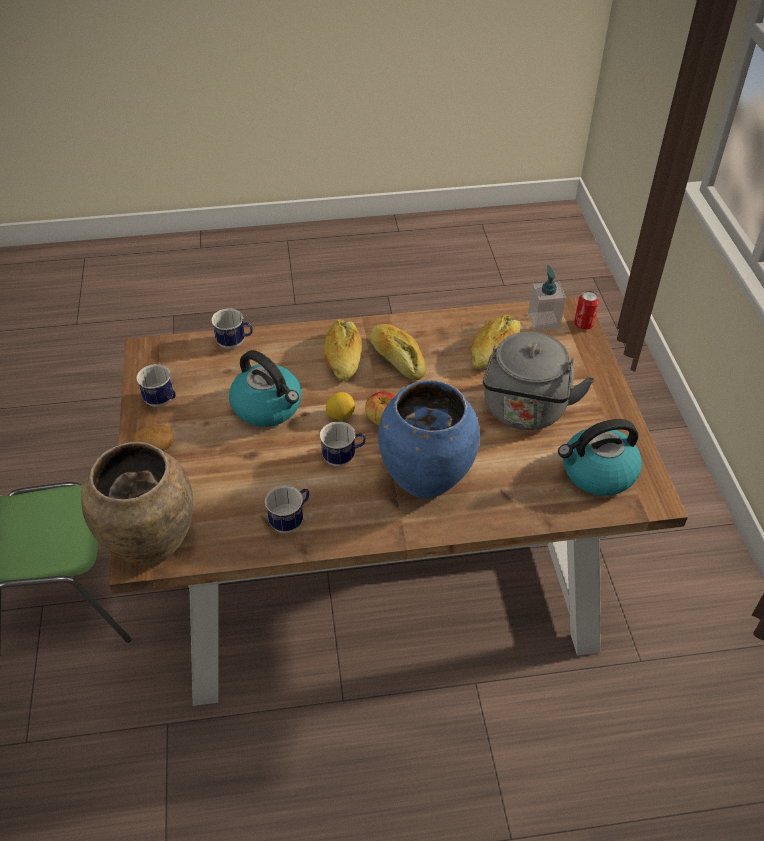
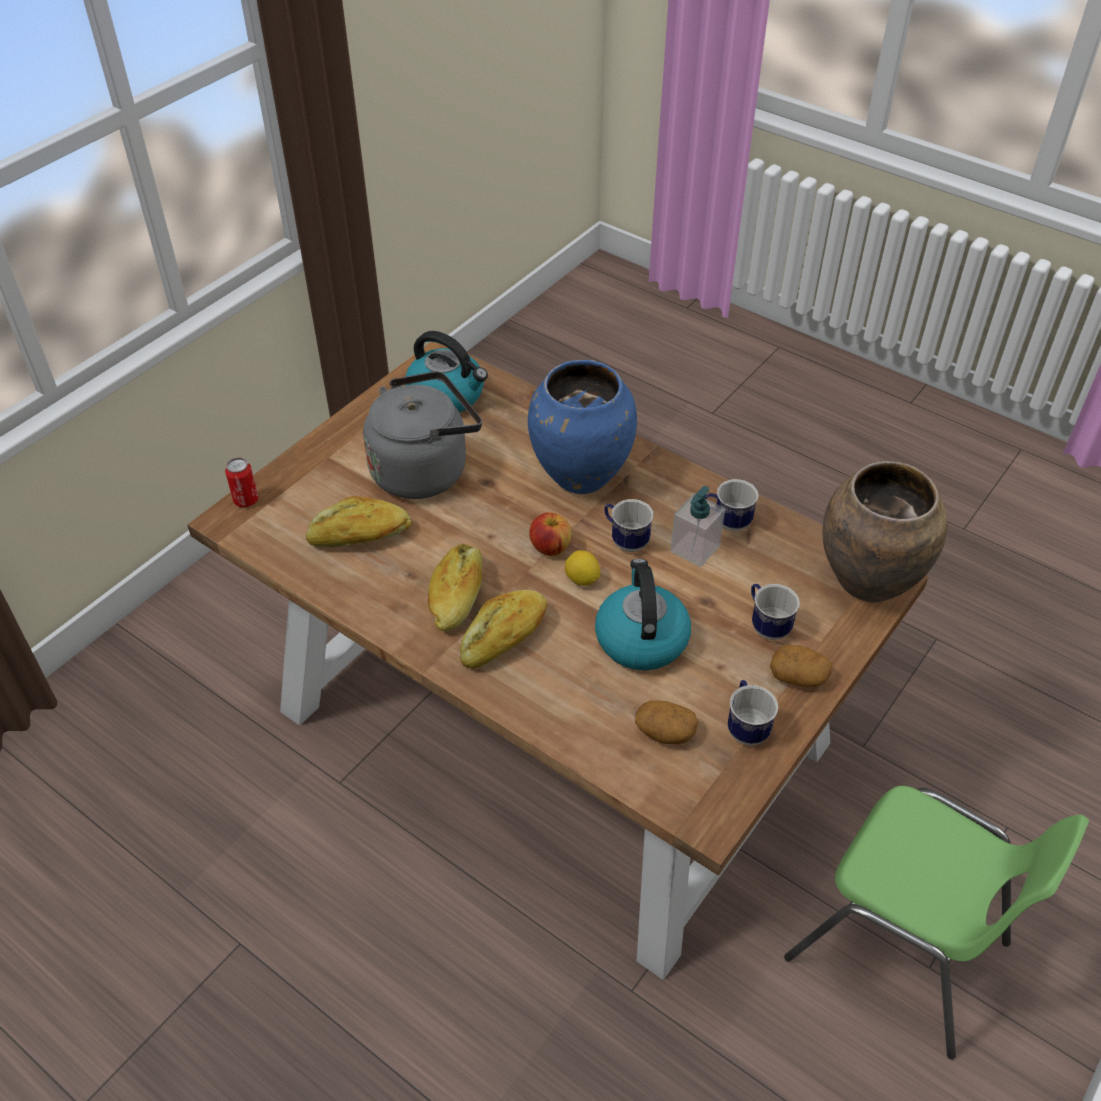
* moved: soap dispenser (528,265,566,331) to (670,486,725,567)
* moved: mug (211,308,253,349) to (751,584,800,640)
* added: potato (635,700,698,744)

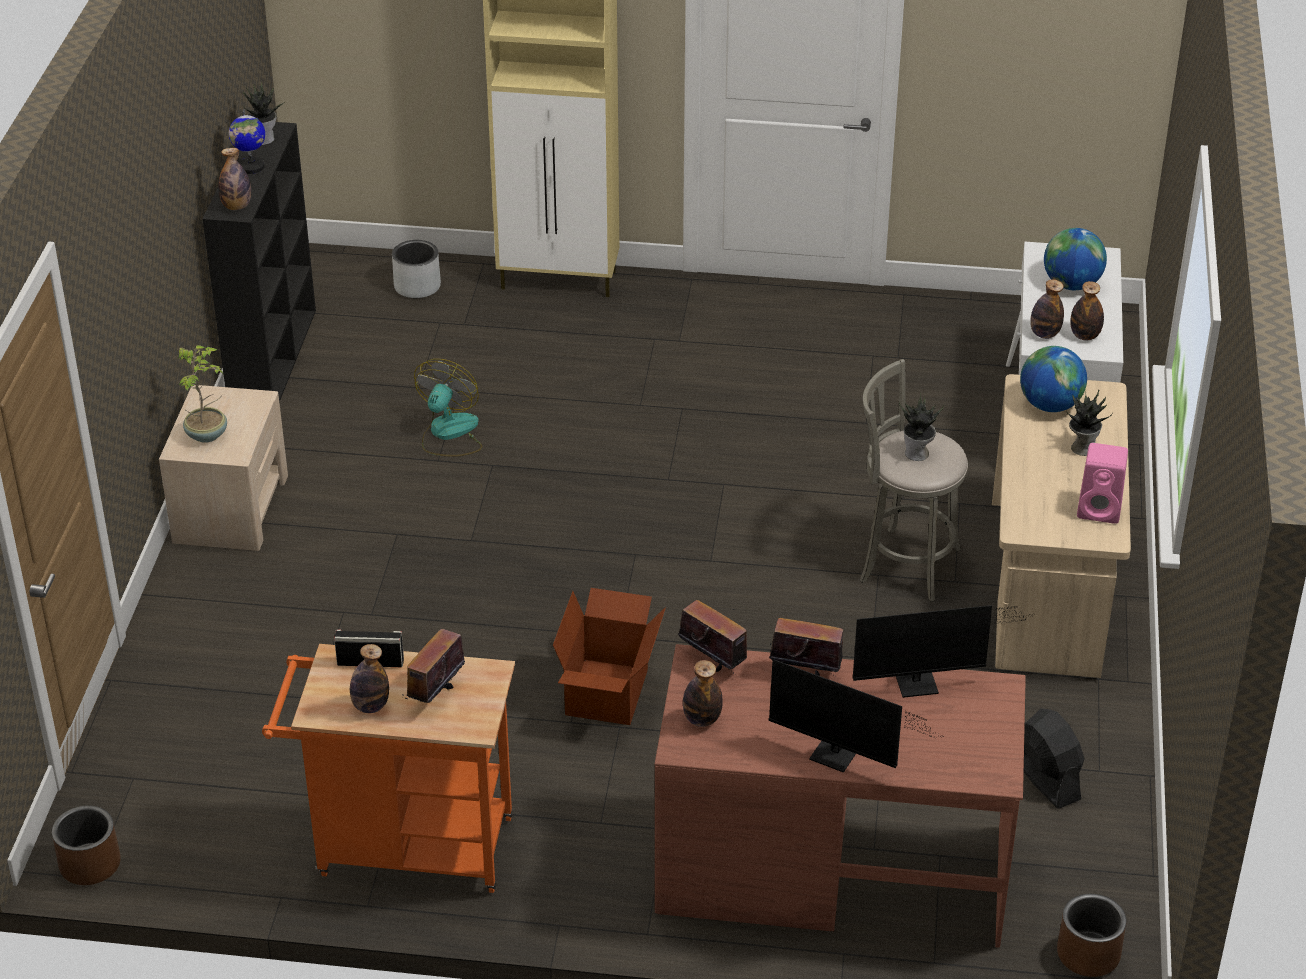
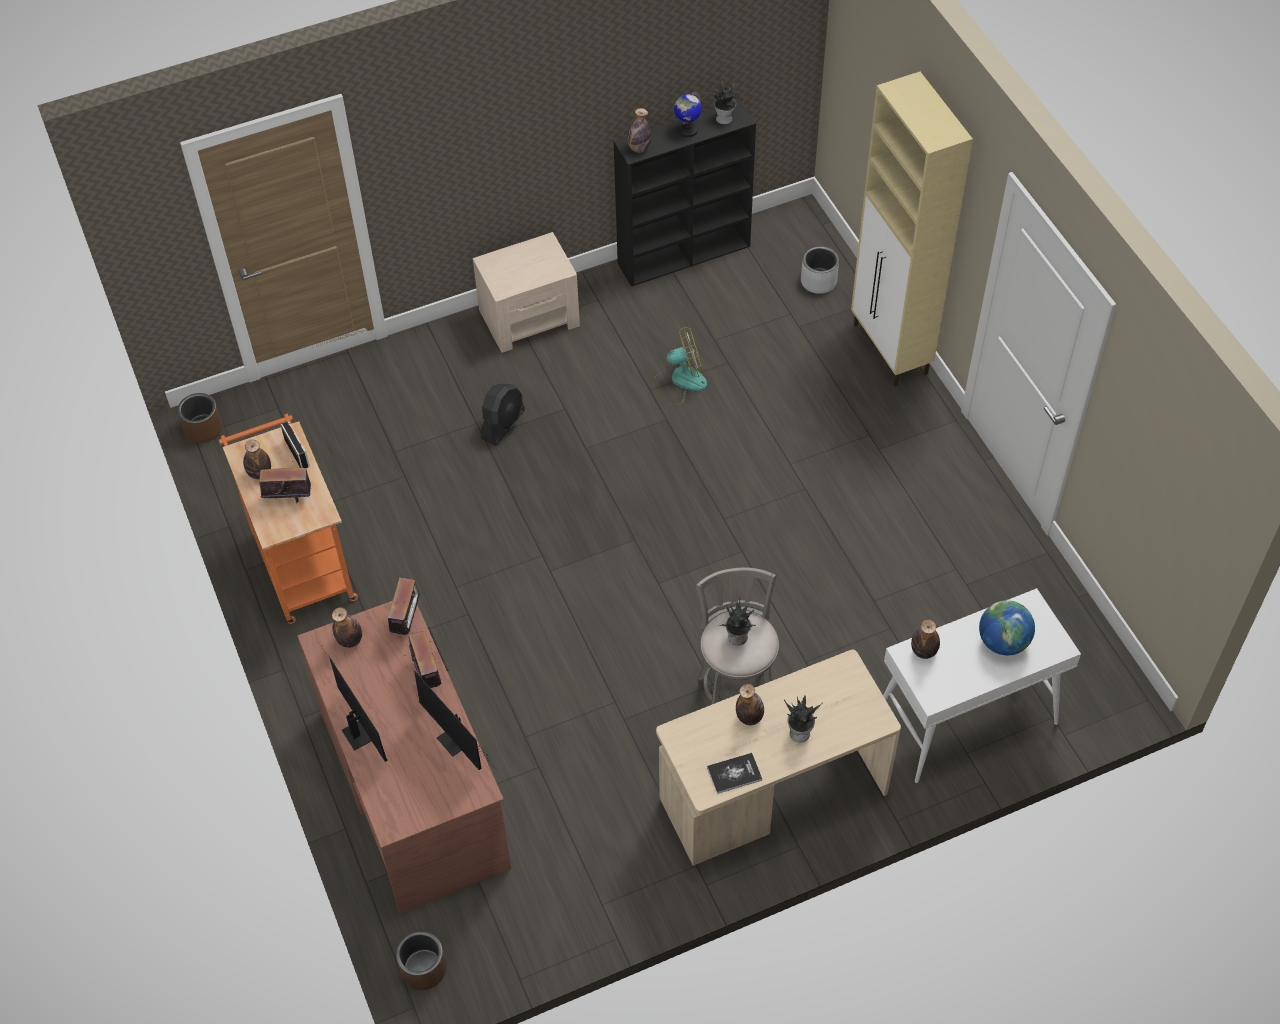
* moved: bottle (1070,281,1104,341) to (736,684,764,725)
* removed: potted plant (178,345,227,443)
* removed: globe (1020,346,1087,412)
* replaced: pink speaker (1077,443,1128,524) to book (707,753,762,794)
* removed: cardboard box (553,588,666,725)
* turned: monitor (769,659,944,773) = (321,646,388,762) 150 degrees clockwise
* moved: black fan (1024,709,1085,809) to (481,384,525,446)

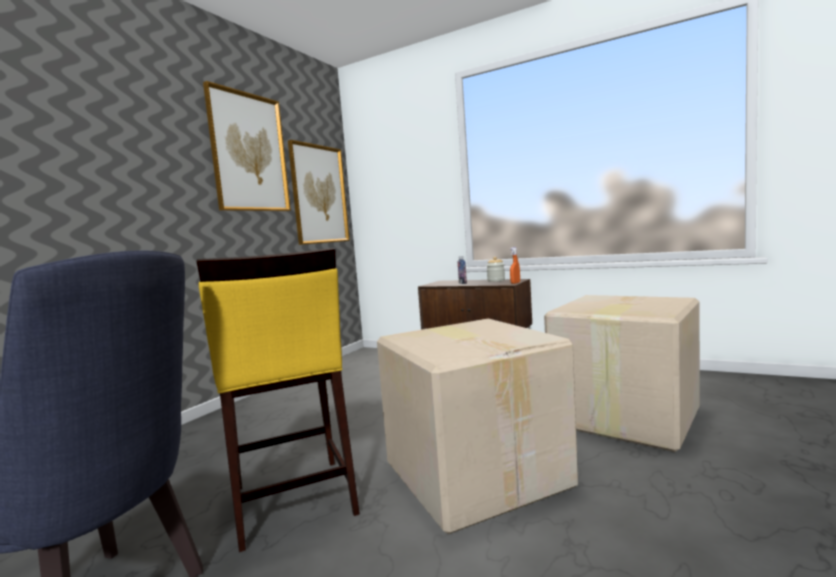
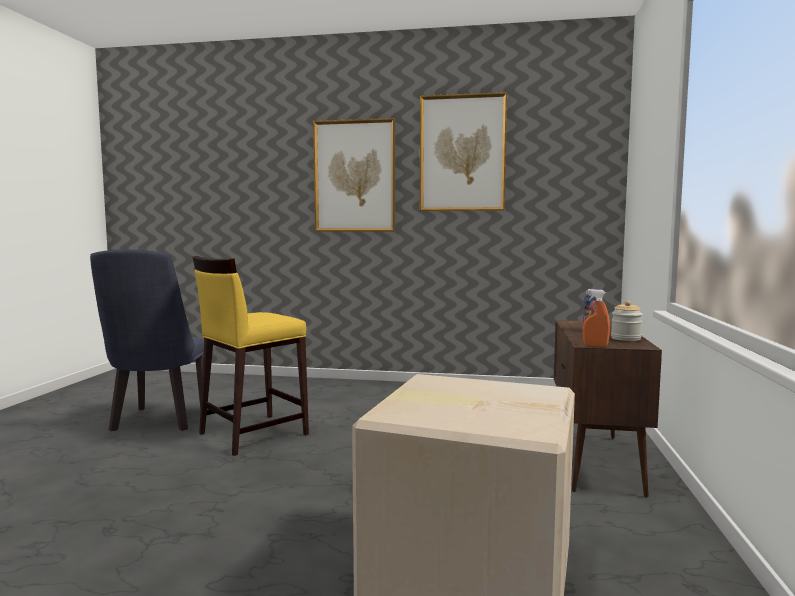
* moved: picture (288,140,350,245) to (313,118,395,231)
* removed: cardboard box (377,319,578,534)

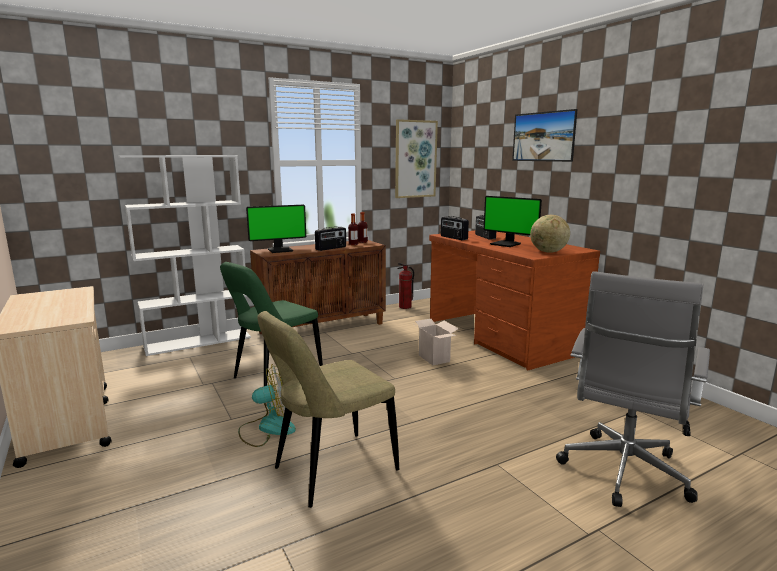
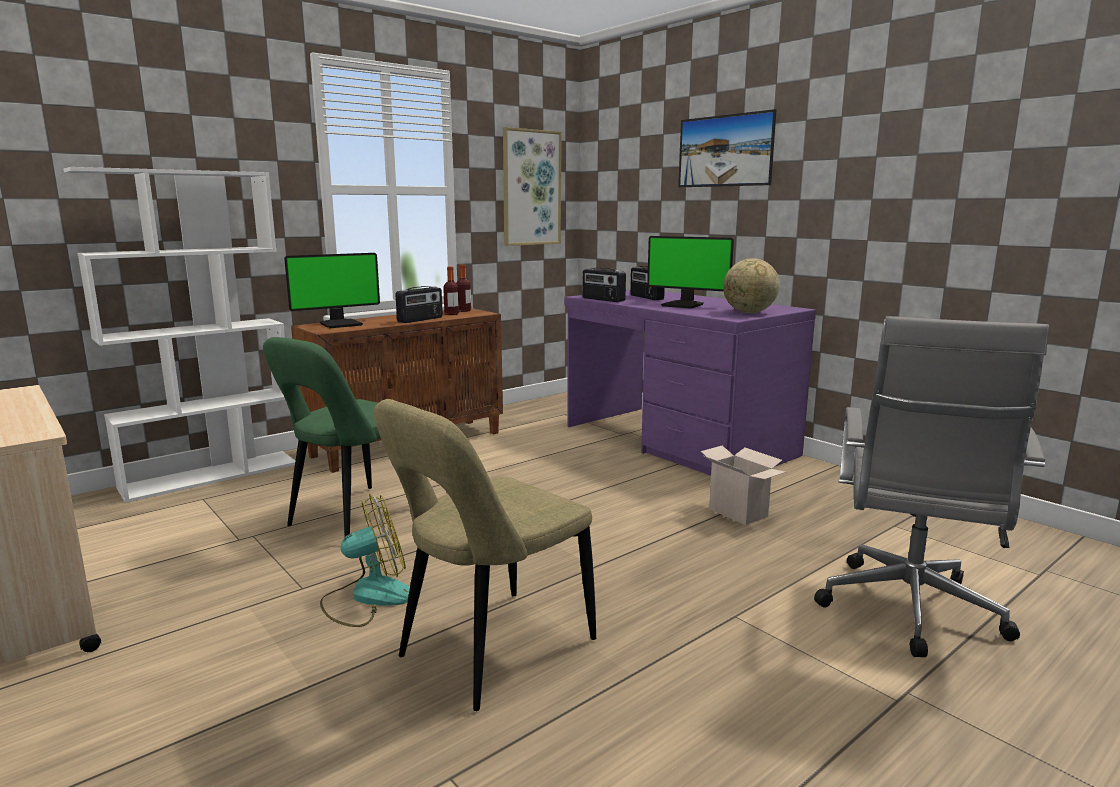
* recoloured: brown desk (429,231,600,370) to purple desk (564,290,816,476)
* removed: fire extinguisher (398,263,414,309)
* moved: cardboard box (412,319,459,365) to (701,445,786,525)

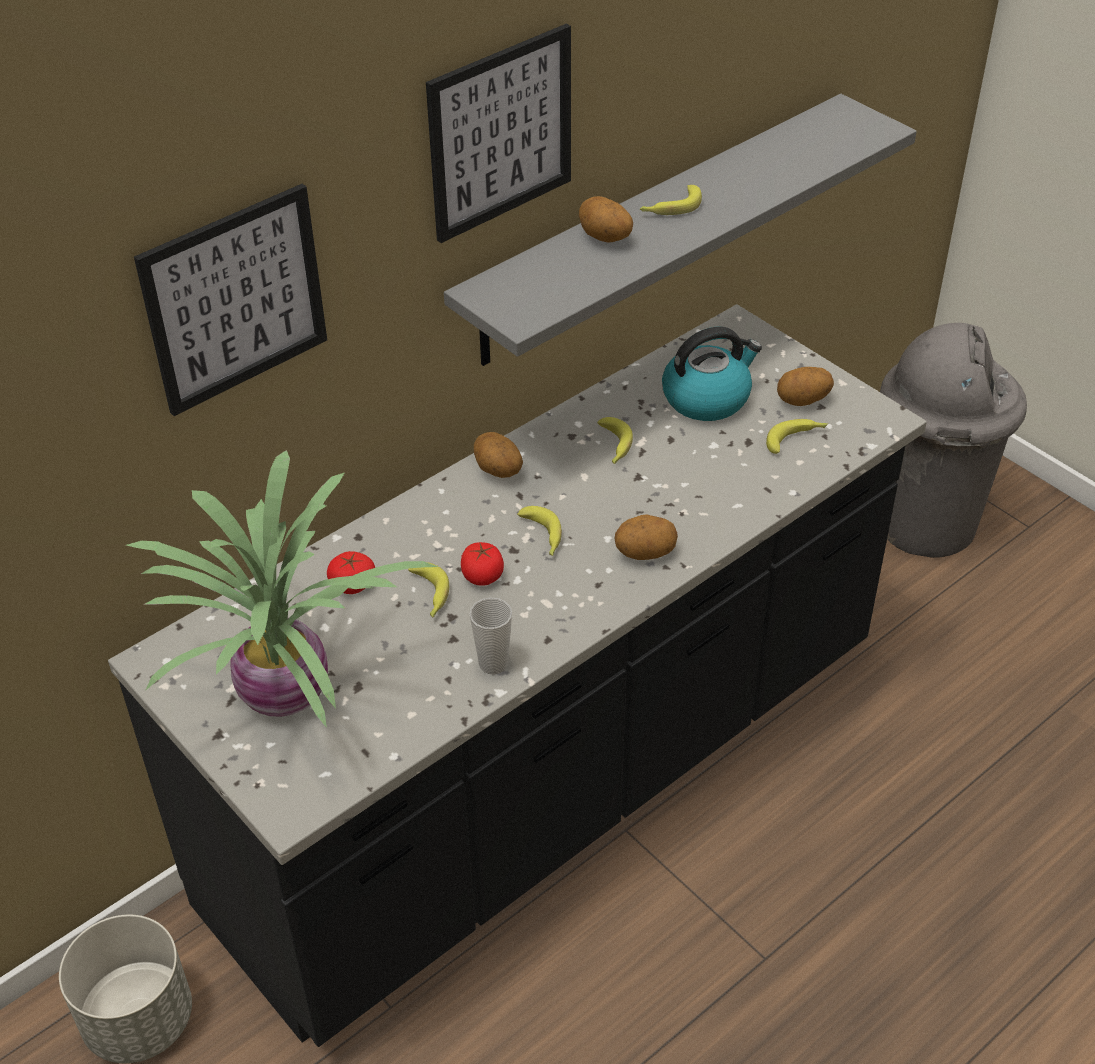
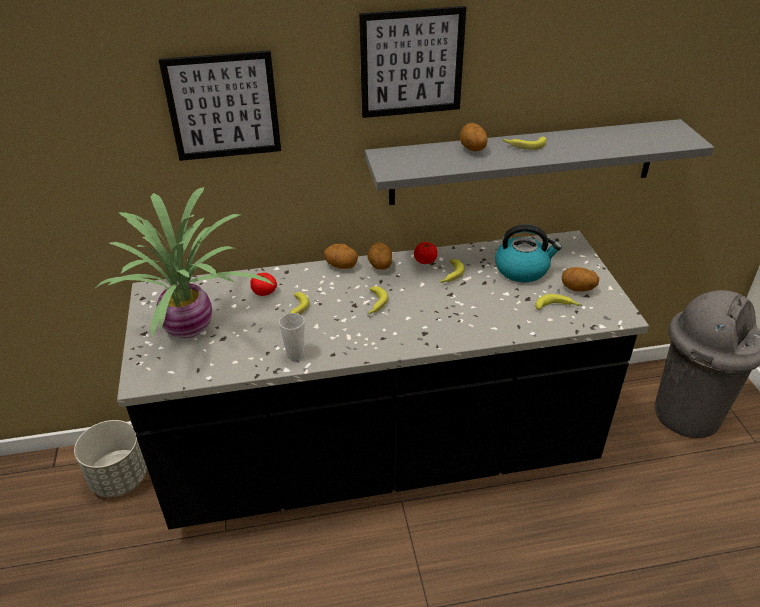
* moved: potato (614,514,678,560) to (324,244,358,269)
* moved: tomato (461,542,504,586) to (414,242,437,264)

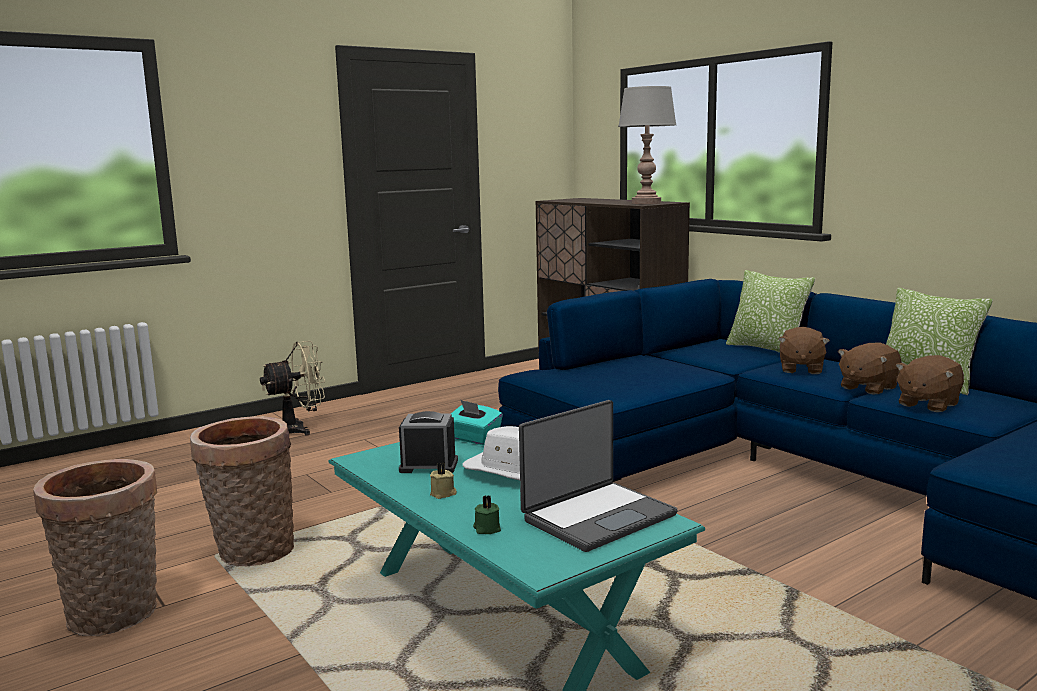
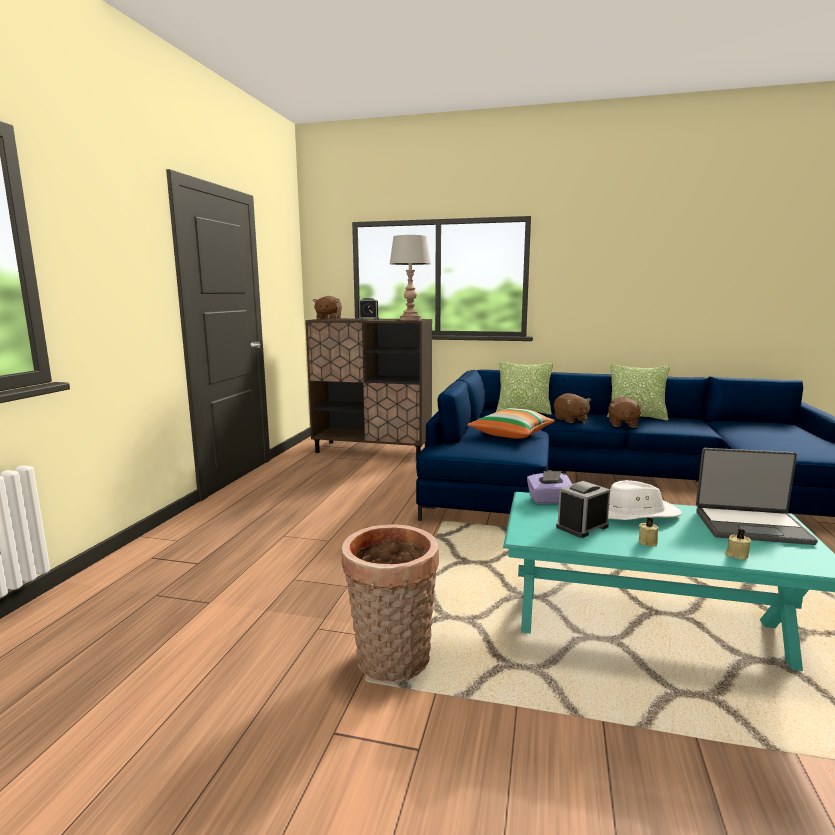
* removed: beige fan (260,341,325,436)
* moved: brown plush toy (895,355,964,412) to (313,296,342,320)
* recoloured: turquoise tissue box (452,400,503,445) to purple tissue box (527,471,572,504)
* turned: laptop (519,400,678,552) = (696,448,818,545) 90 degrees clockwise
* removed: basket (33,459,157,636)
* recoloured: green candle (473,495,501,534) to beige candle (725,529,751,560)
* added: alarm clock (357,298,379,320)
* added: pillow (467,408,555,439)

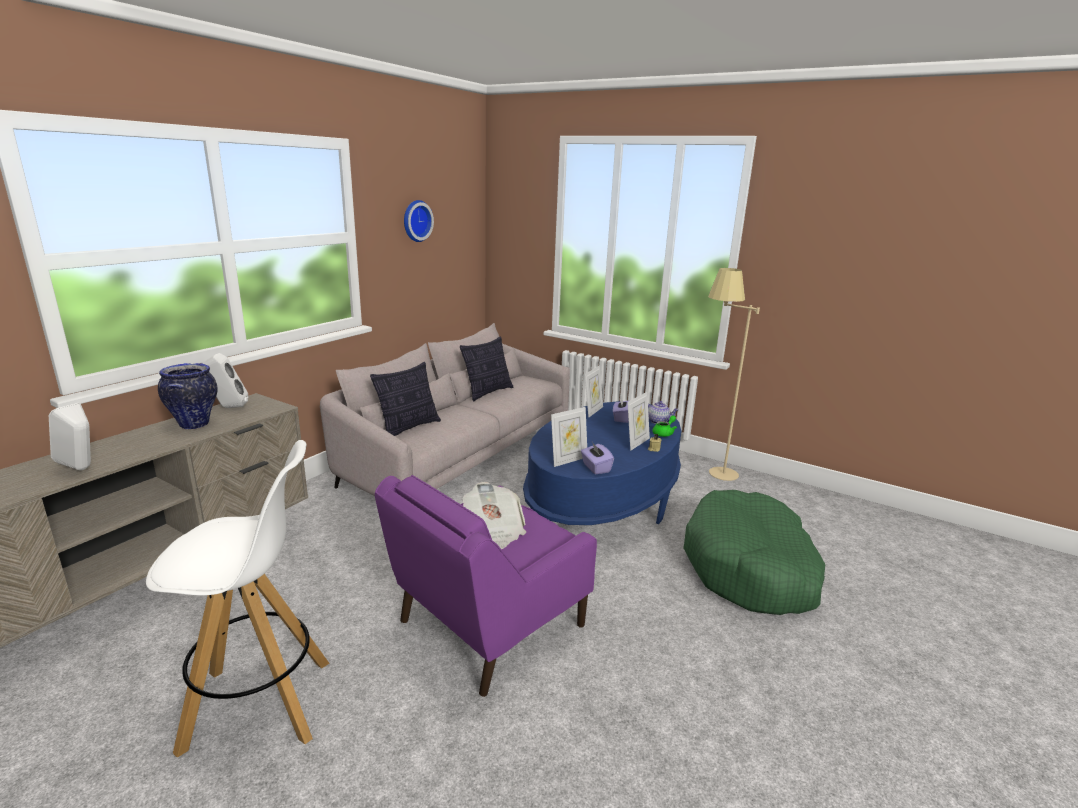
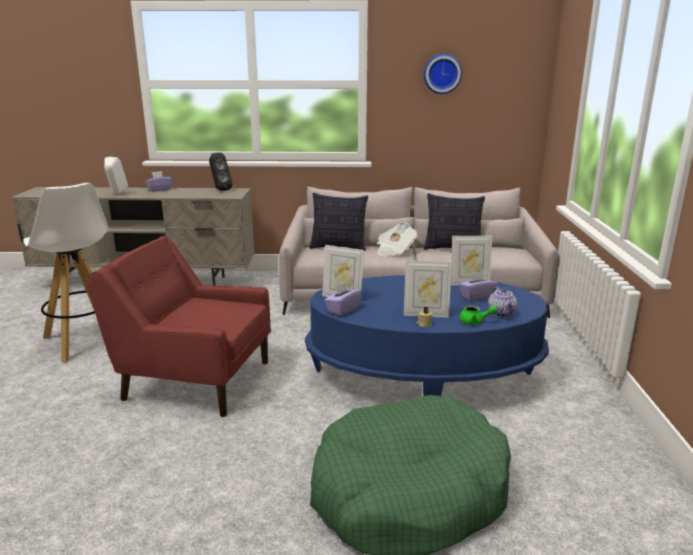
* removed: beige floor lamp (708,268,760,481)
* recoloured: white speaker (202,353,248,408) to black speaker (209,152,232,191)
* removed: vase (158,363,218,429)
* recoloured: purple armchair (375,475,597,697) to red armchair (86,236,271,417)
* moved: newspaper (463,482,526,549) to (377,222,417,256)
* added: purple tissue box (145,171,172,192)

